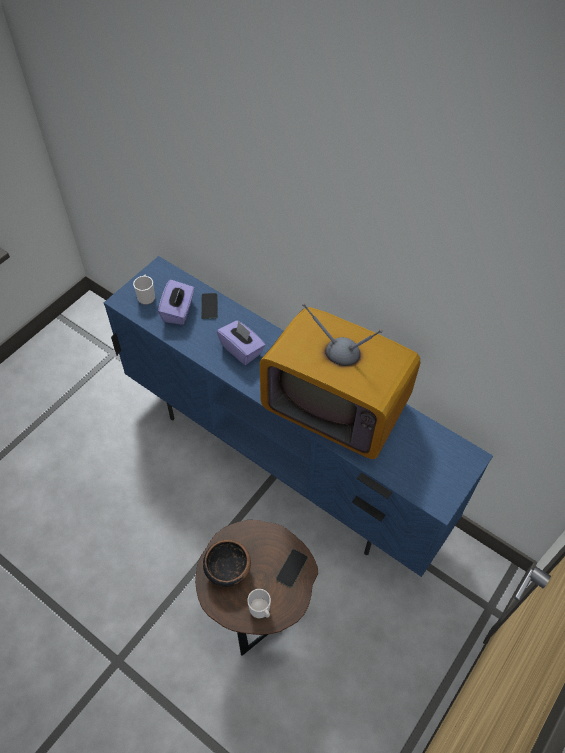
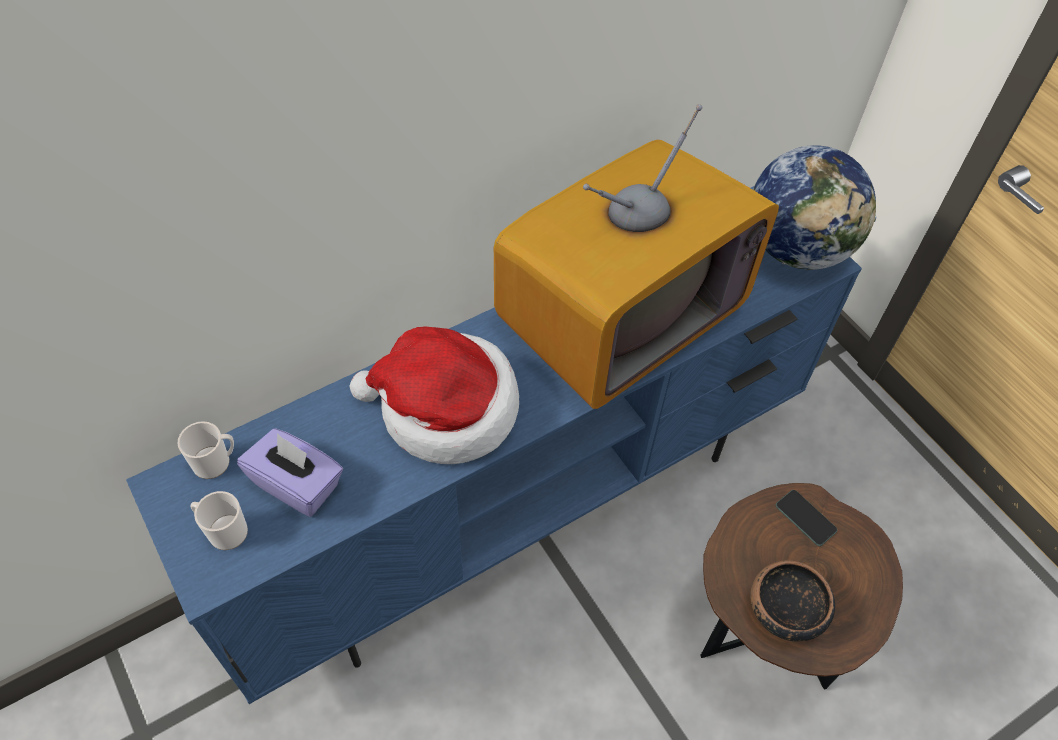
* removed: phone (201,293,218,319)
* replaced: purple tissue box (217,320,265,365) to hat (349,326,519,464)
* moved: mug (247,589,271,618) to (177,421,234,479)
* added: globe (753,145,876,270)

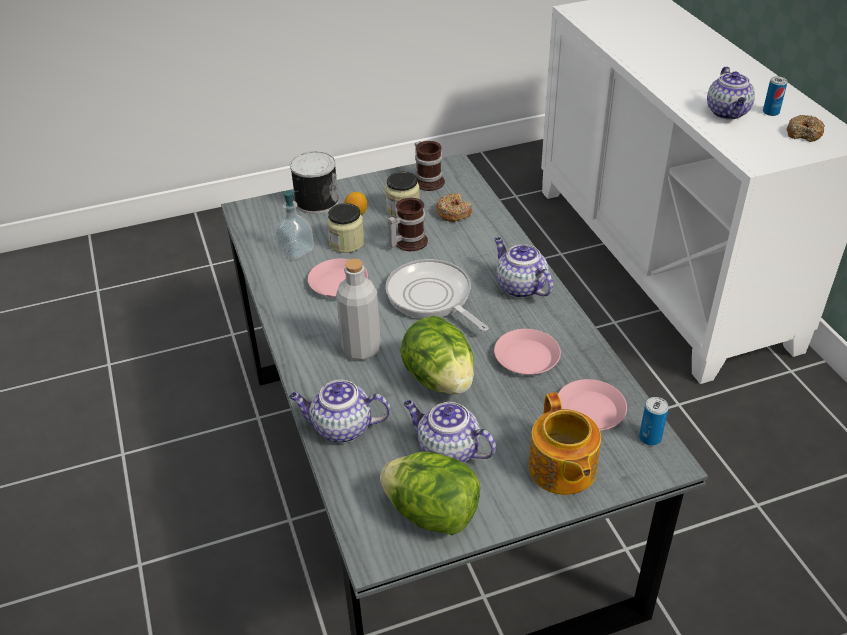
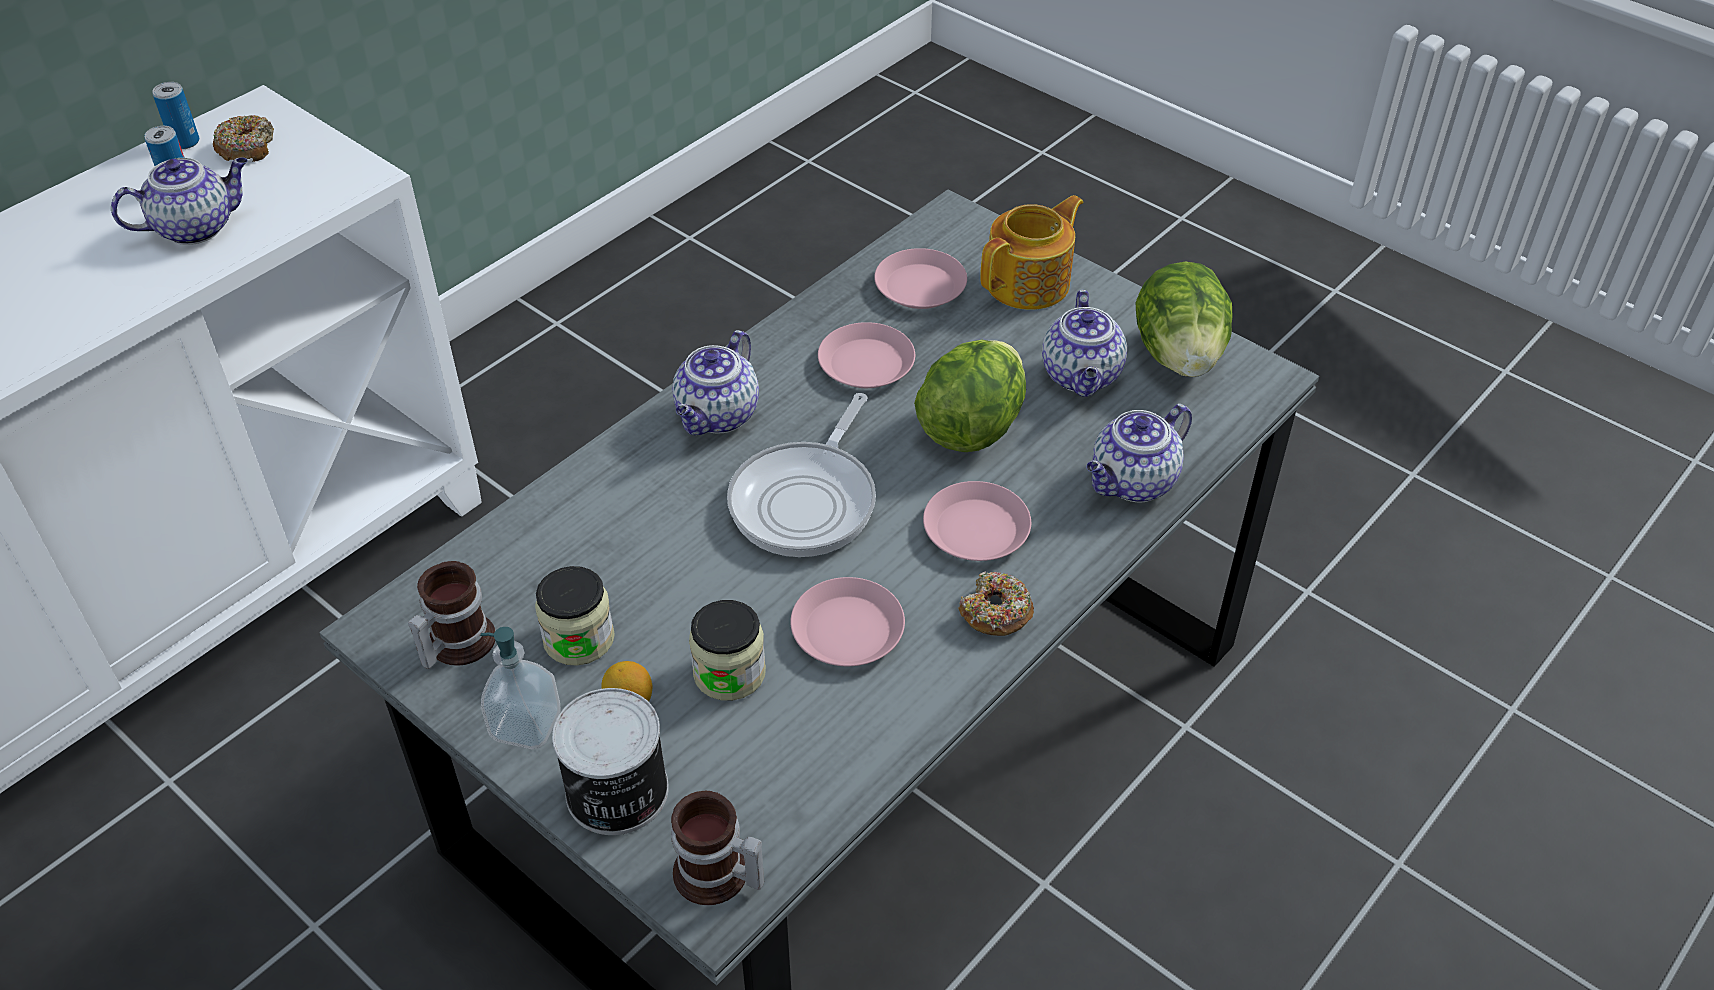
* moved: soap dispenser (275,191,314,260) to (480,627,561,749)
* moved: donut (436,193,472,222) to (958,571,1034,636)
* moved: mug (387,198,428,251) to (671,791,764,905)
* replaced: grey bottle (336,259,381,360) to pink plate (923,481,1031,561)
* turned: teapot (289,380,391,443) = (1086,404,1192,502) 75 degrees clockwise
* moved: can (639,397,669,446) to (152,82,199,149)

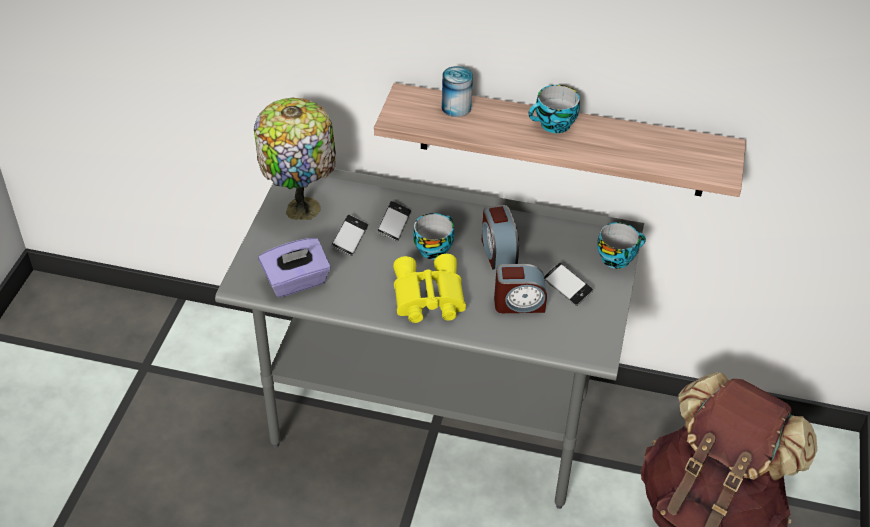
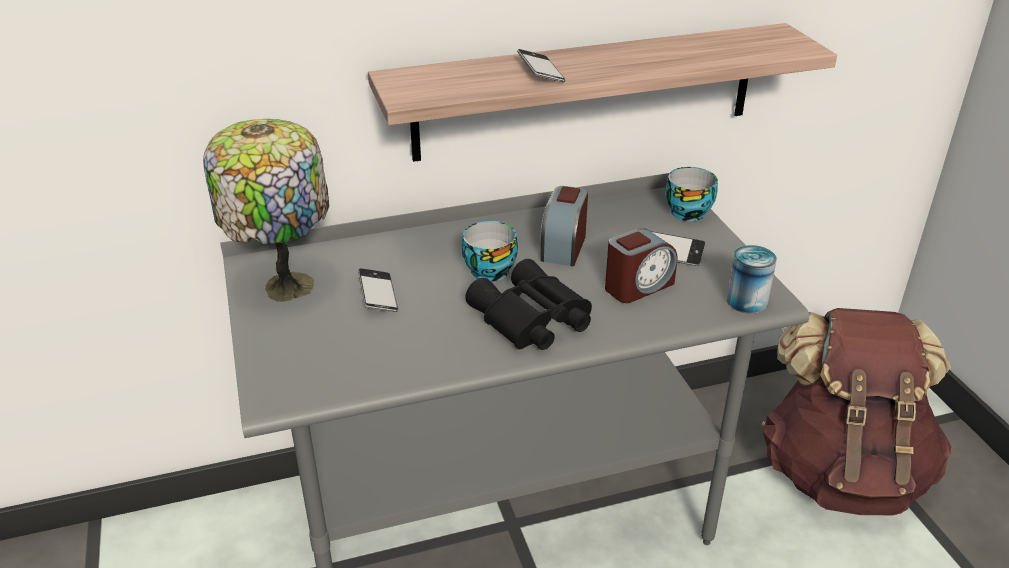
* moved: can (442,66,473,117) to (726,245,777,314)
* removed: cup (529,85,580,133)
* moved: phone (377,201,411,241) to (517,49,565,82)
* turned: alarm clock (482,205,519,269) = (540,186,588,266) 60 degrees clockwise
* removed: purple tissue box (258,238,331,298)
* recoloured: yellow binoculars (393,254,466,323) to black binoculars (465,259,592,350)

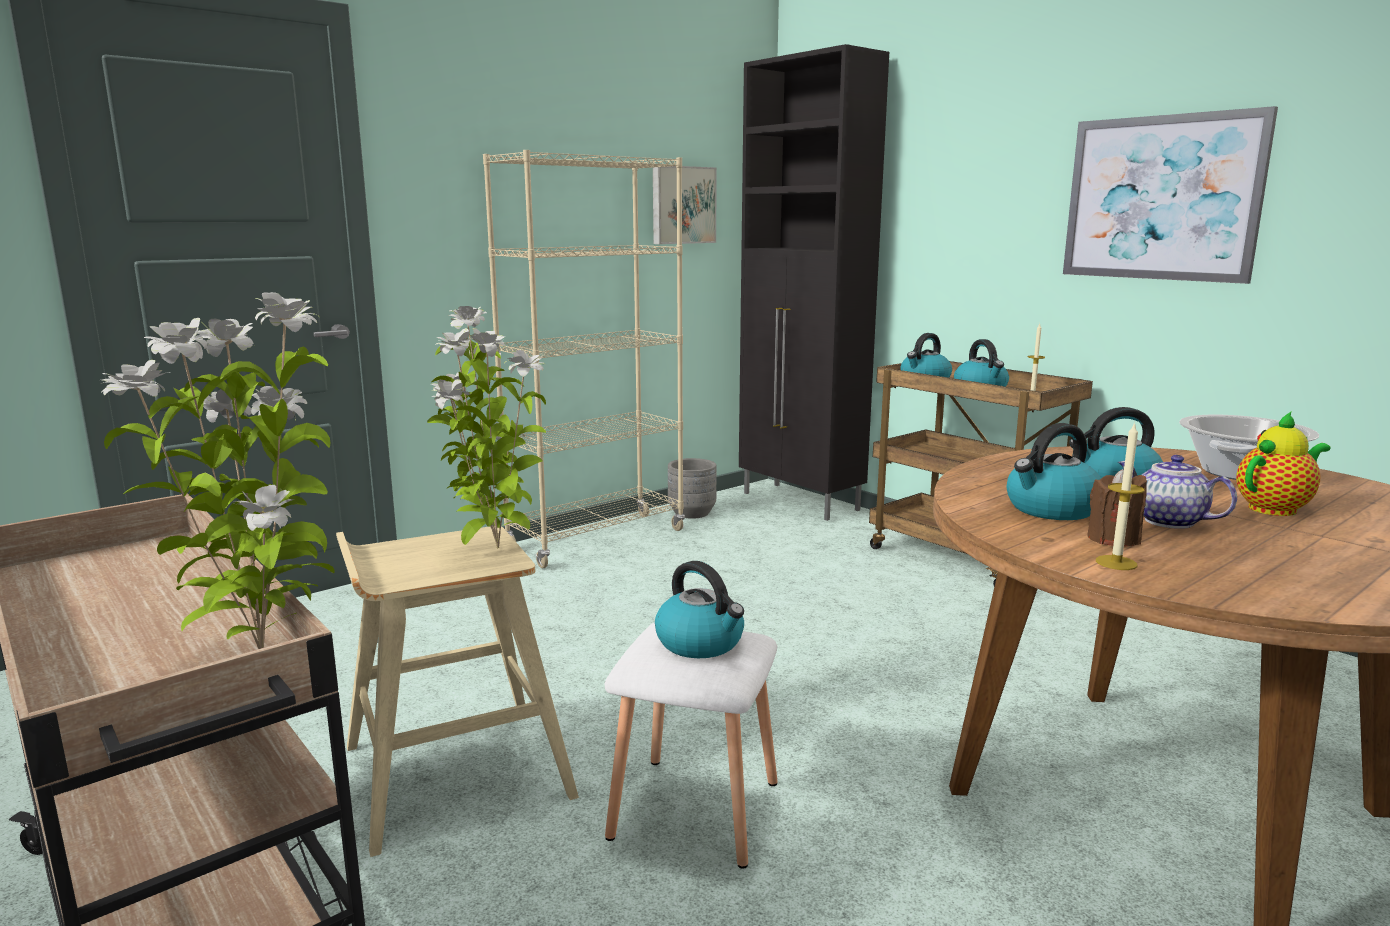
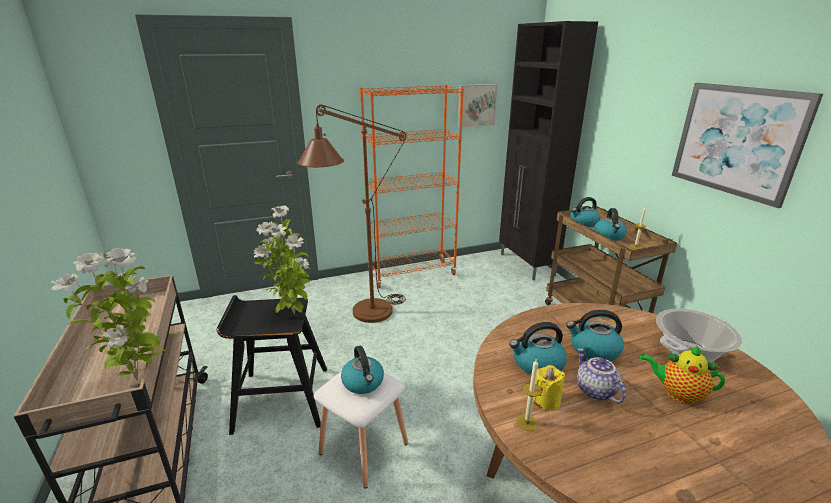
* recoloured: beige bookcase (483,150,685,568) to orange bookcase (360,85,464,288)
* turned: teapot (1236,411,1331,516) = (640,345,725,404) 150 degrees counterclockwise
* removed: grey planter (668,458,717,519)
* recoloured: brown candle (1087,469,1147,546) to yellow candle (533,365,565,410)
* recoloured: beige stool (336,526,579,857) to black stool (216,295,327,435)
* added: brown floor lamp (297,105,406,323)

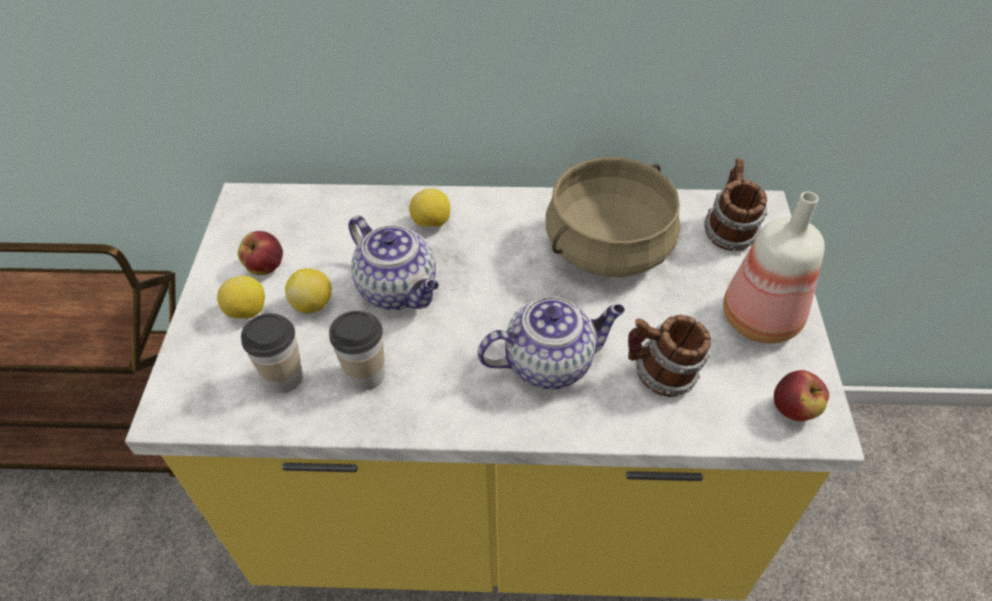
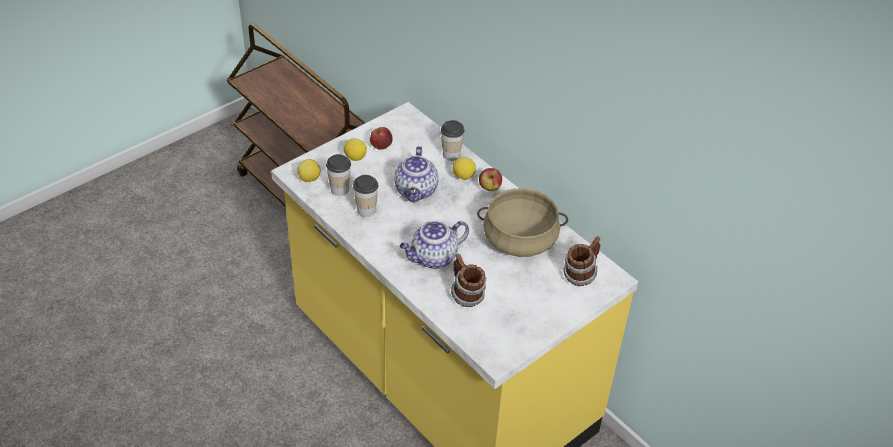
* removed: bottle (723,192,825,343)
* moved: lemon (285,268,332,313) to (298,159,320,182)
* turned: teapot (477,297,625,389) = (400,220,469,269) 120 degrees clockwise
* moved: apple (774,370,829,421) to (479,168,502,191)
* added: cup (441,120,465,161)

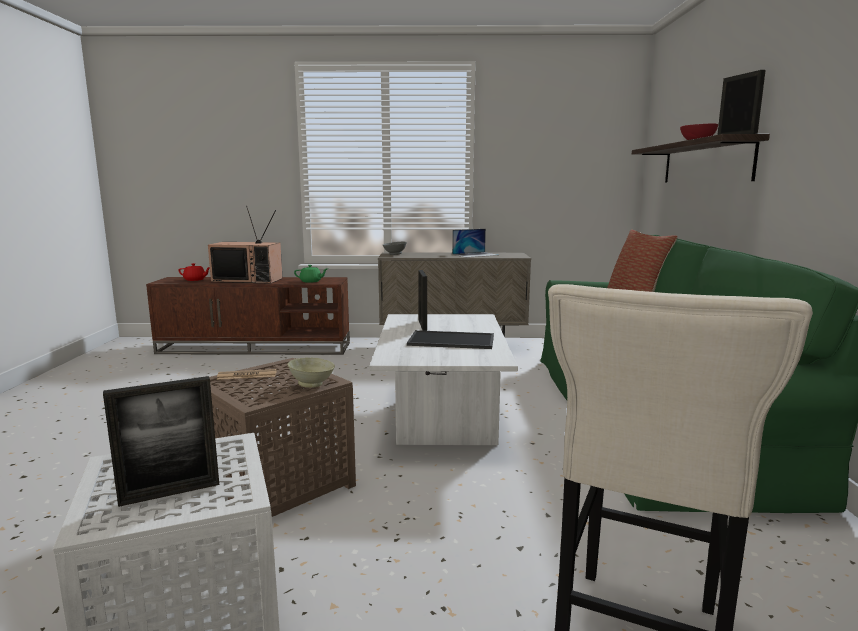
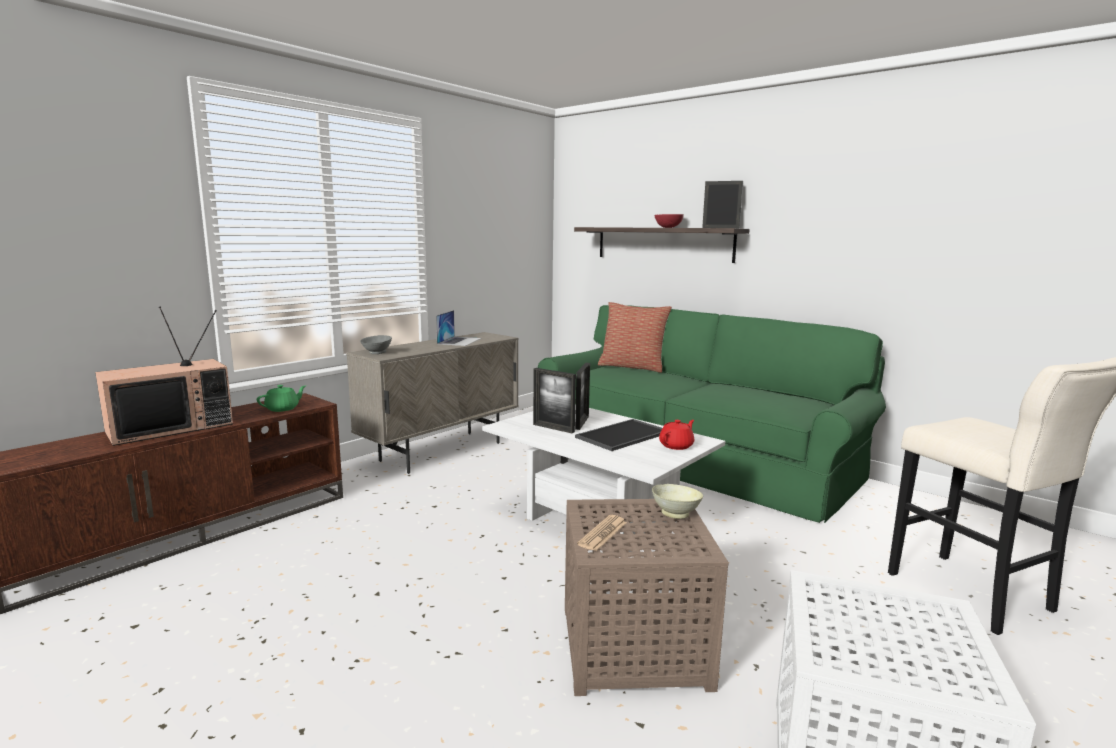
* moved: red teapot (178,263,210,281) to (659,420,694,450)
* moved: picture frame (103,376,219,507) to (575,363,590,430)

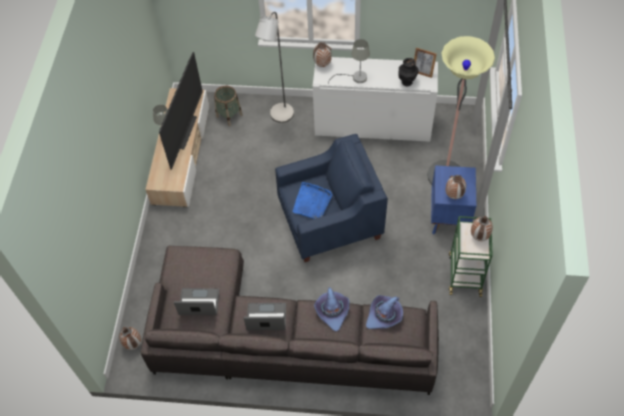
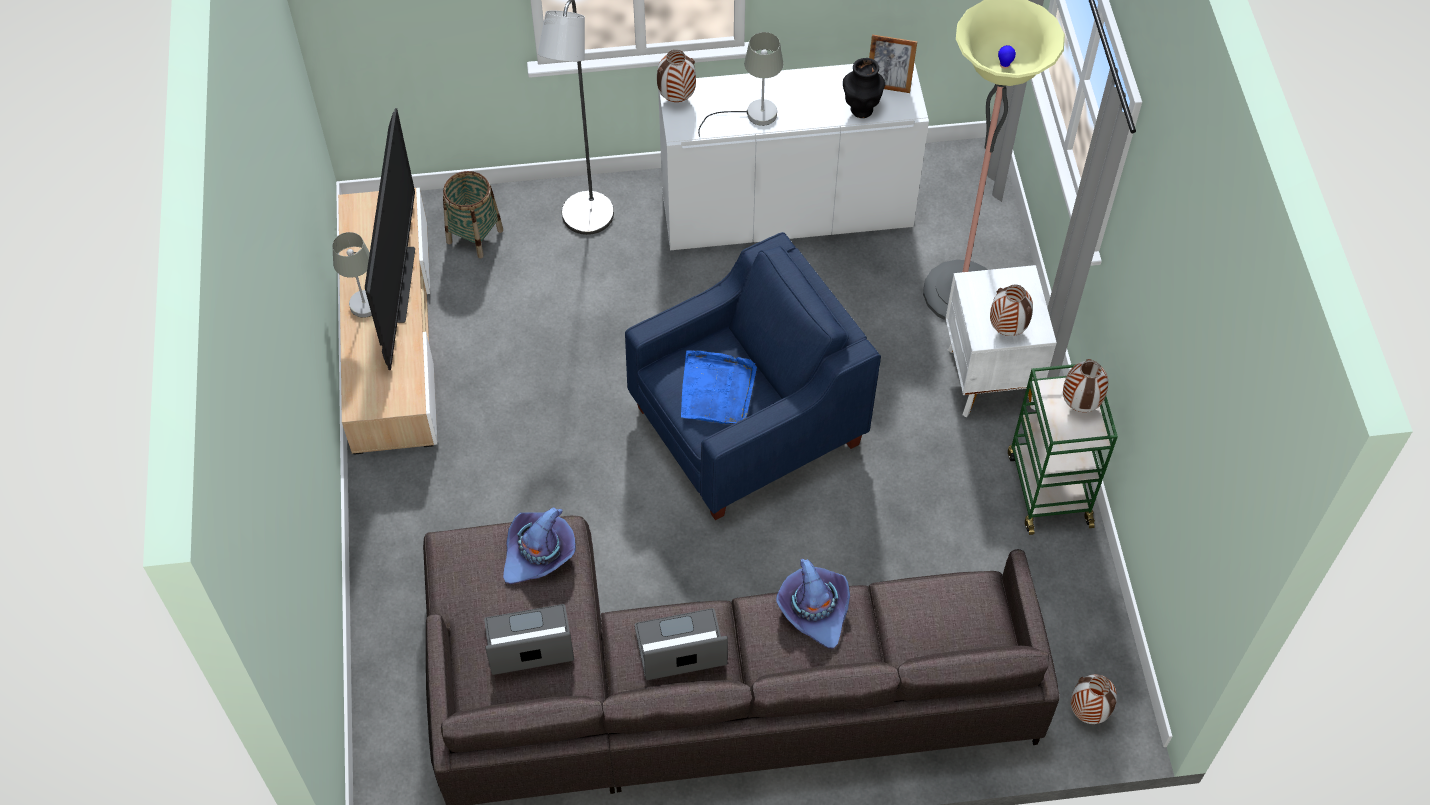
* recoloured: blue nightstand (431,165,476,235) to white nightstand (945,265,1057,417)
* moved: purple hat (366,295,403,329) to (503,507,576,584)
* moved: vase (119,327,141,350) to (1071,674,1117,724)

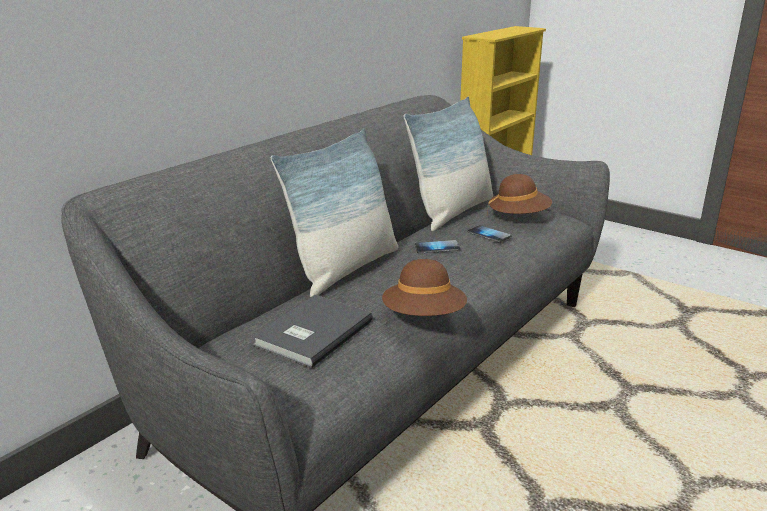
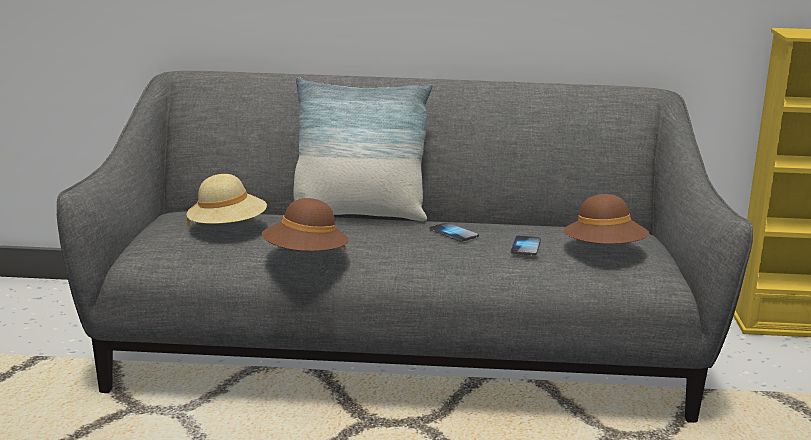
* removed: pillow (404,97,493,231)
* replaced: grey book (252,295,373,368) to beige hat (187,174,267,227)

